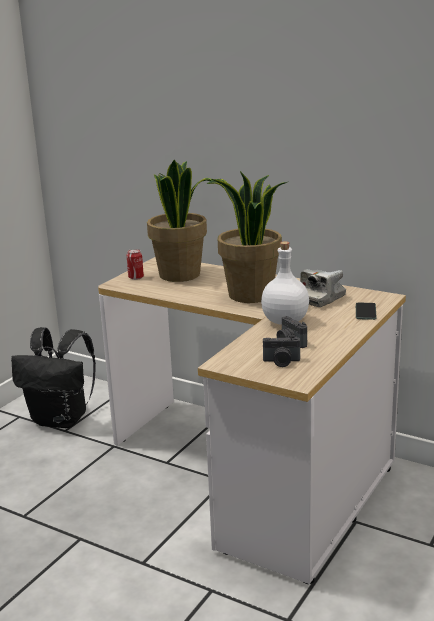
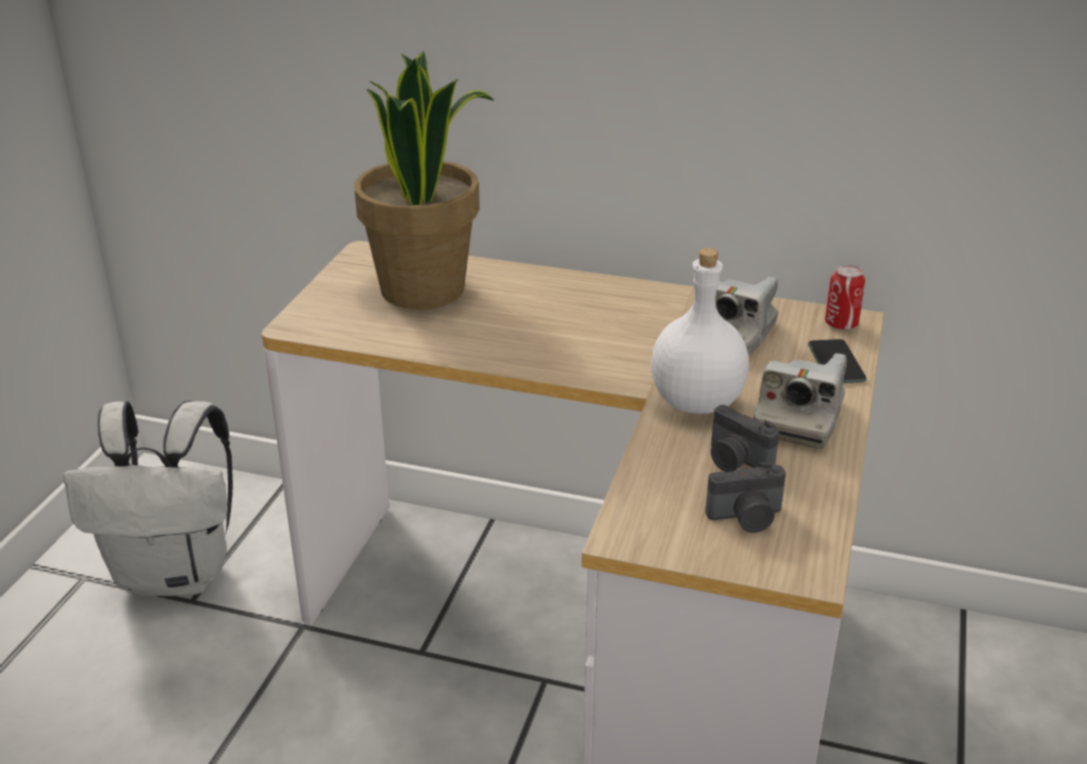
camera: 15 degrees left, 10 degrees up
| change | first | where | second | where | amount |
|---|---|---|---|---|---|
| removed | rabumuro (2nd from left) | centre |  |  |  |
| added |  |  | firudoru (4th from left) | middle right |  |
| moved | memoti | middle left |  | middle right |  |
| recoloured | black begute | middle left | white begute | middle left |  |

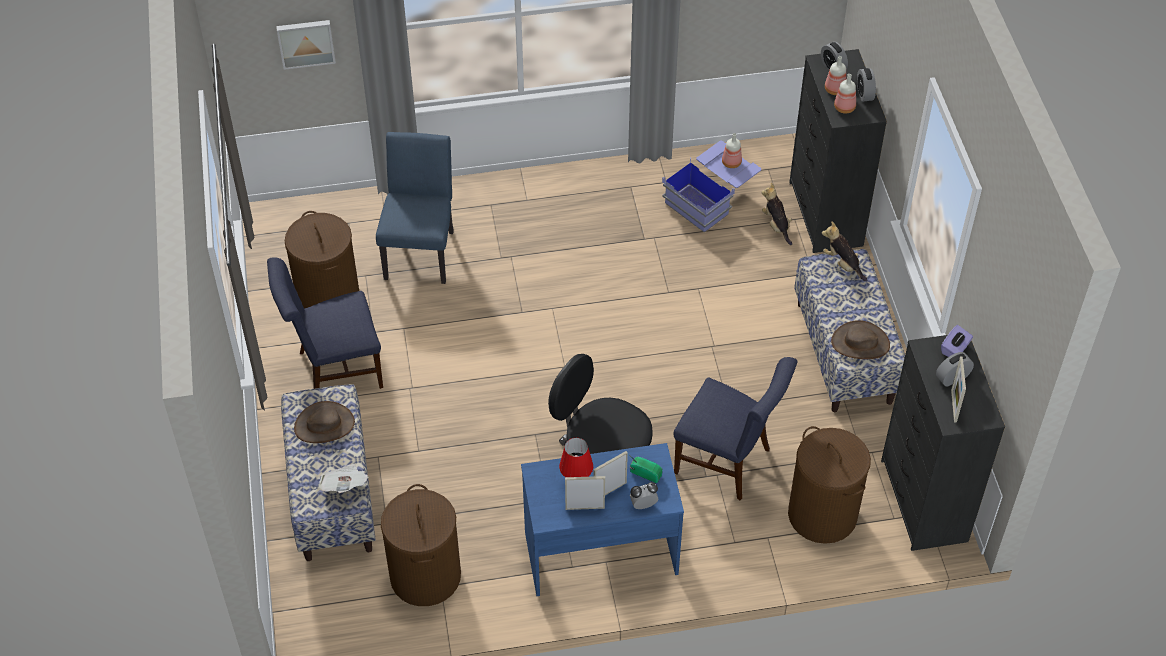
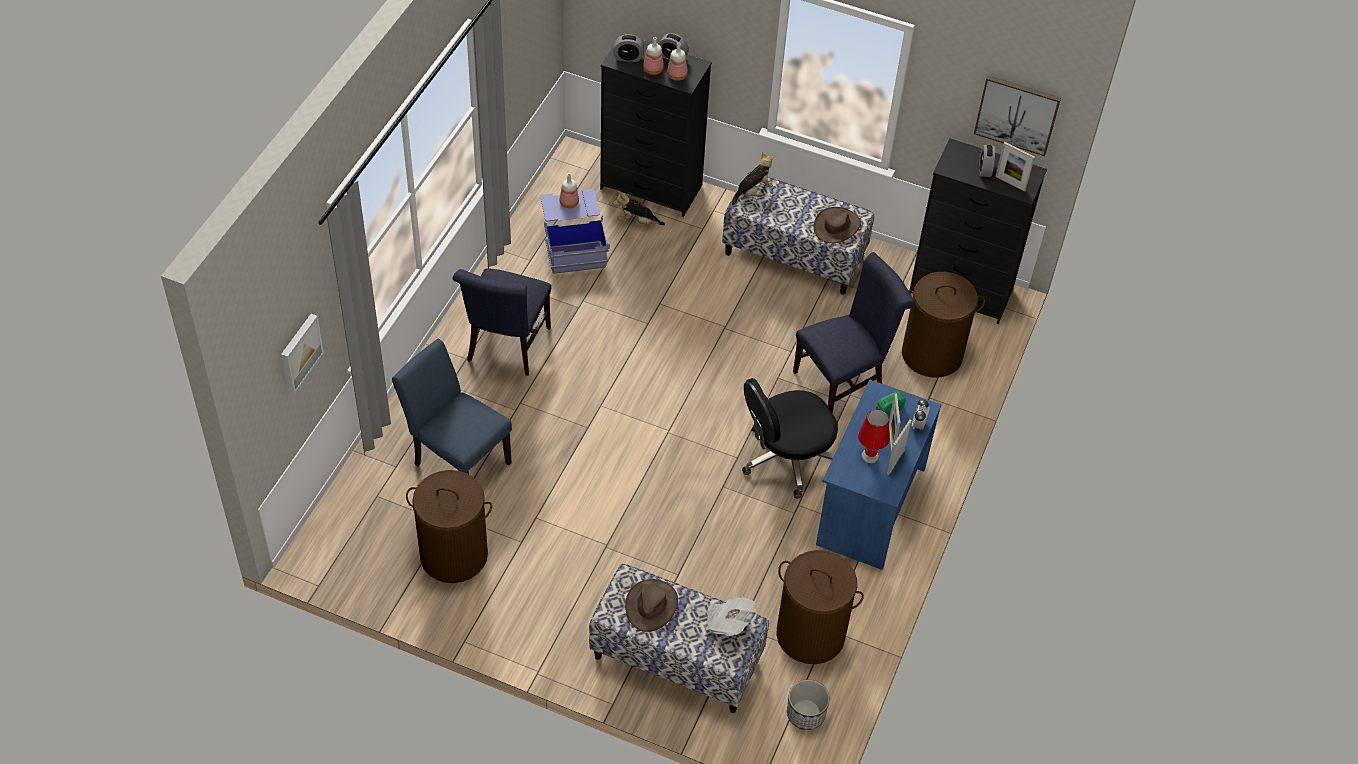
camera: 60 degrees left, 0 degrees up
| change | first | where | second | where | amount |
|---|---|---|---|---|---|
| removed | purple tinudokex | middle right |  |  |  |
| added |  |  | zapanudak | bottom centre |  |
| added |  |  | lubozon (2nd from left) | top right |  |
| moved | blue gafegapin (1st from left in the first image) | middle left | blue gafegapin (2nd from left) | centre |  |
| turned | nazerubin (2nd from left) | middle right |  | top centre | 150 degrees clockwise |

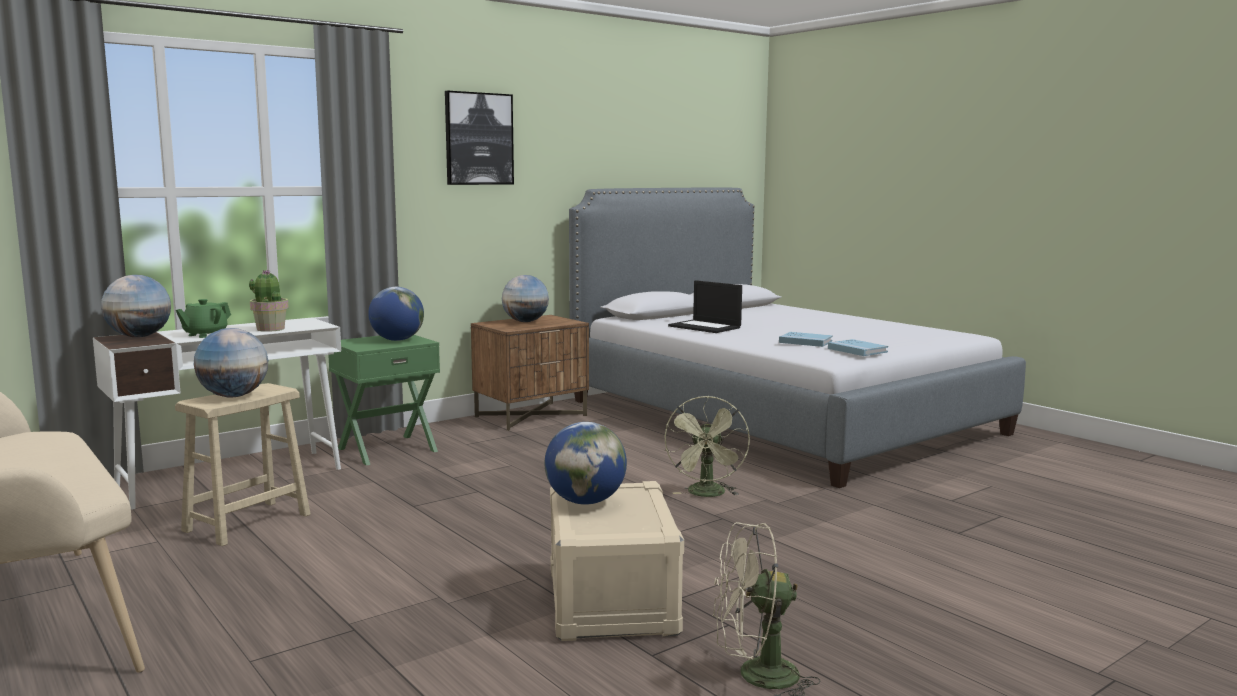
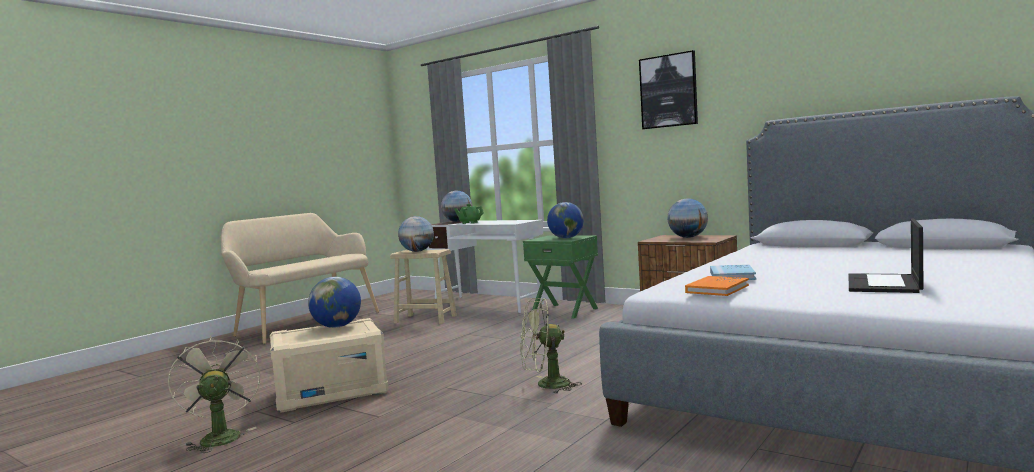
camera: 75 degrees right, 5 degrees down
| change | first | where | second | where | amount |
|---|---|---|---|---|---|
| removed | rabumuro | middle left |  |  |  |
| moved | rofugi | centre |  | middle right |  |
| recoloured | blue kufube (2nd from left) | middle right | orange kufube | middle right |  |

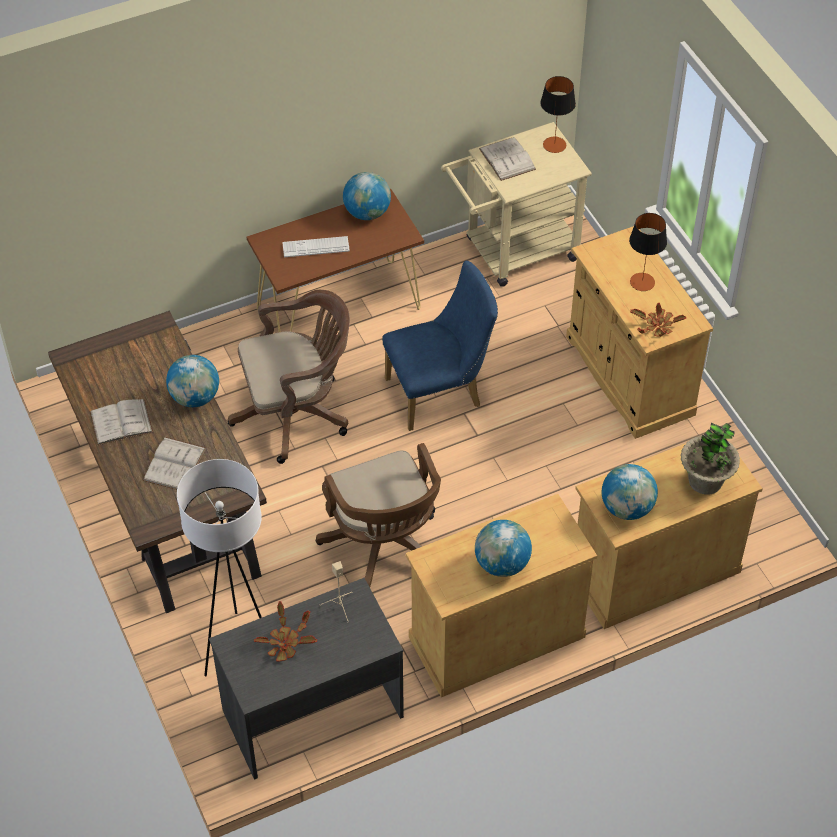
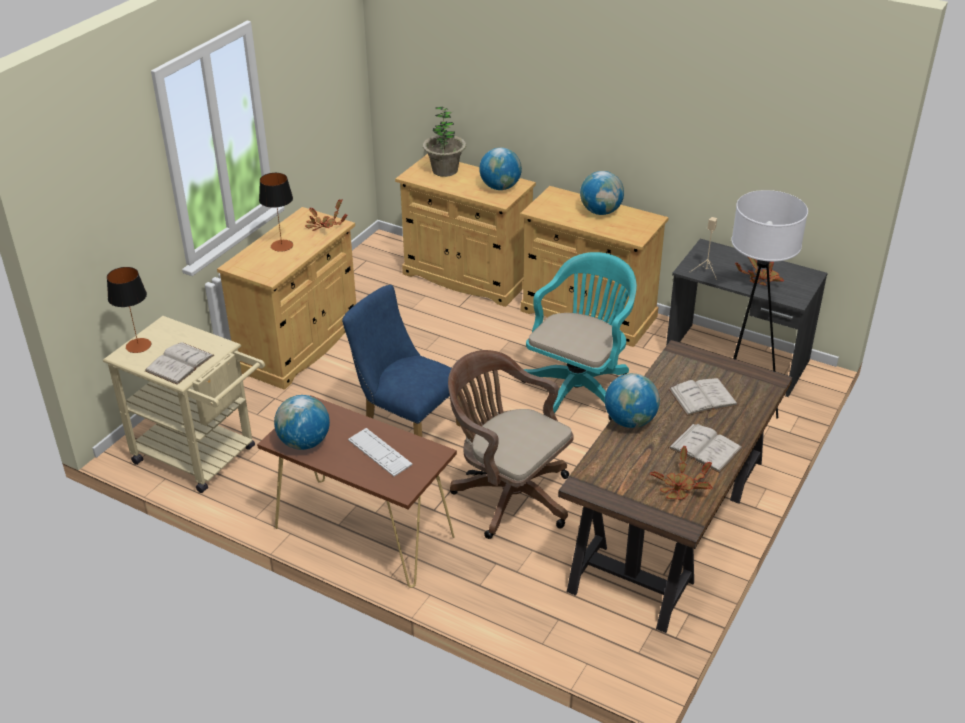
camera: 125 degrees left, 15 degrees down
| change | first | where | second | where | amount |
|---|---|---|---|---|---|
| added |  |  | rabumuro (3rd from left) | middle right |  |
| recoloured | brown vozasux (2nd from left) | centre | turquoise vozasux | centre |  |

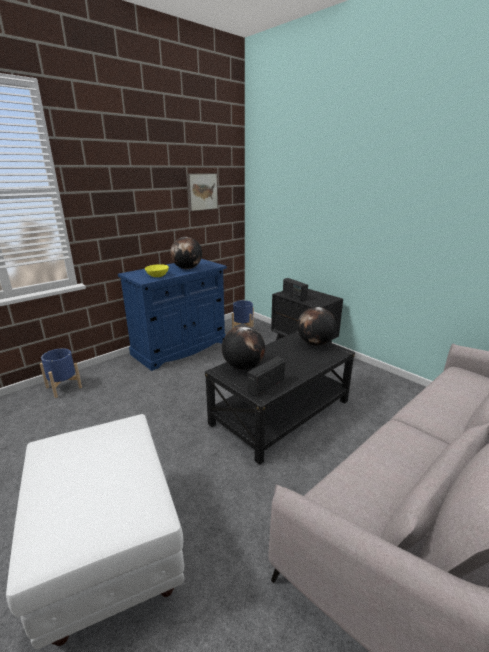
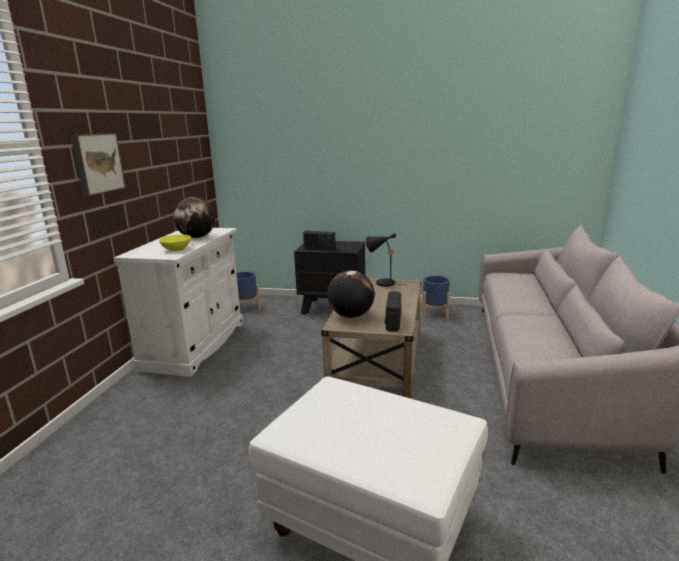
camera: 35 degrees left, 5 degrees down
| change | first | where | second | where | amount |
|---|---|---|---|---|---|
| moved | blue zapanudak (1st from left in the first image) | middle left | blue zapanudak (2nd from left) | centre |  |
| moved | lubozon | top centre |  | top left |  |
| replaced | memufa (3rd from left) | centre | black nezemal | centre |  |
| recoloured | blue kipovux | centre | white kipovux | middle left |  |
| recoloured | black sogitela | centre | beige sogitela | centre |  |

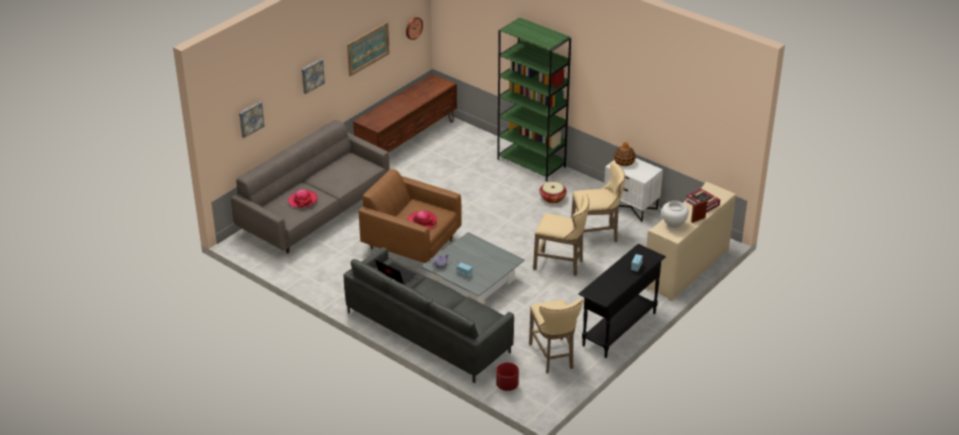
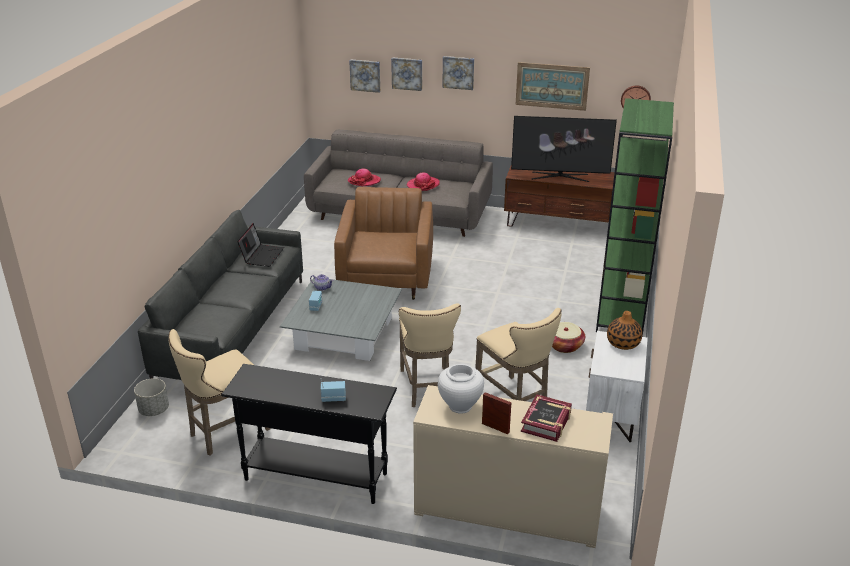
camera: 65 degrees right, 5 degrees down
| change | first | where | second | where | amount |
|---|---|---|---|---|---|
| added |  |  | lubozon (2nd from left) | top centre |  |
| added |  |  | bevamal | top centre |  |
| moved | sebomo (2nd from left) | centre |  | top centre |  |
| recoloured | red zapanudak | bottom centre | grey zapanudak | bottom left |  |

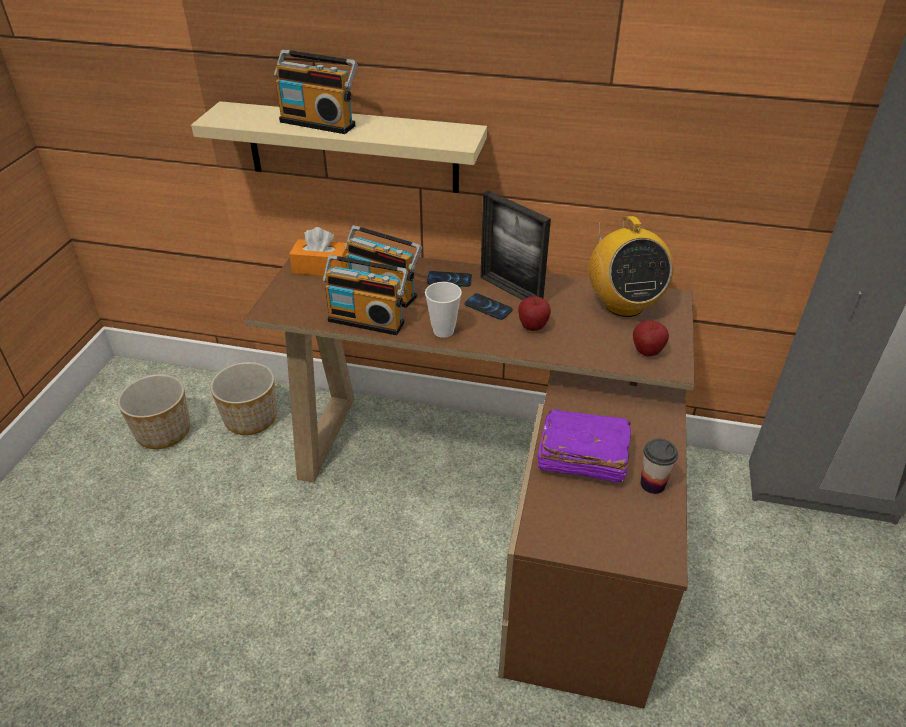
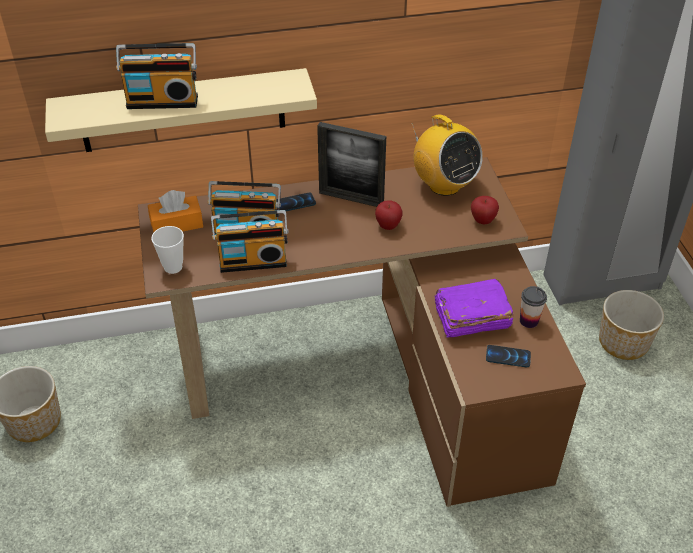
camera: 25 degrees left, 5 degrees up
| change | first | where | second | where | amount |
|---|---|---|---|---|---|
| moved | zapanudak (2nd from left) | middle left |  | middle right |  |
| moved | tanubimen (1st from left) | centre |  | middle left |  |
| moved | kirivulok (2nd from left) | centre |  | middle right |  |

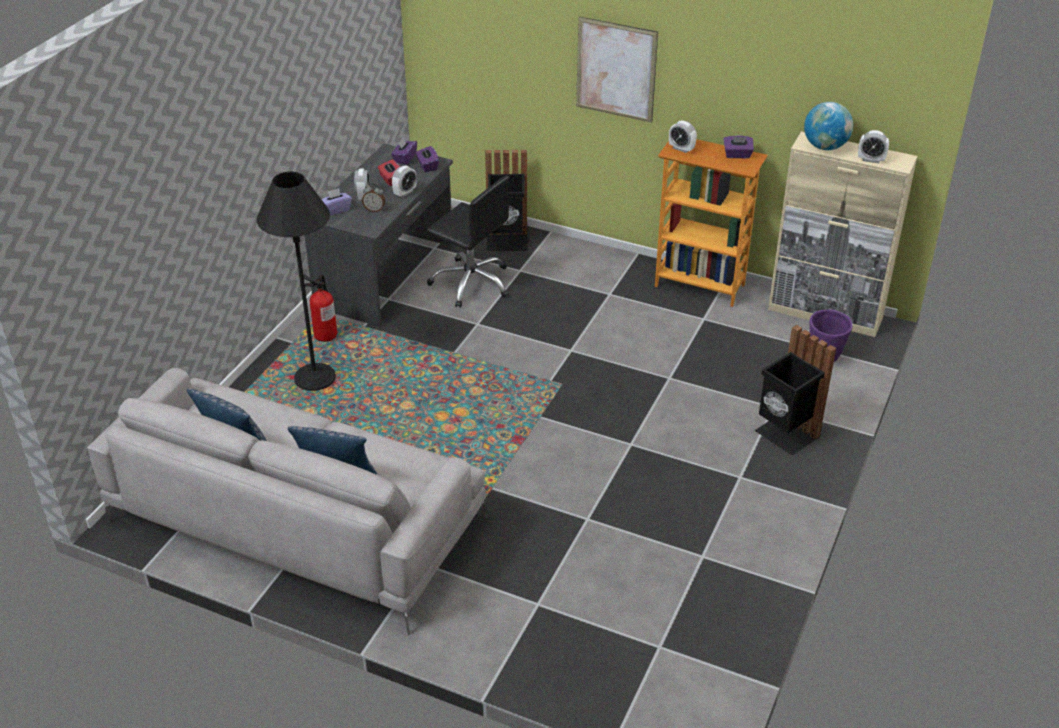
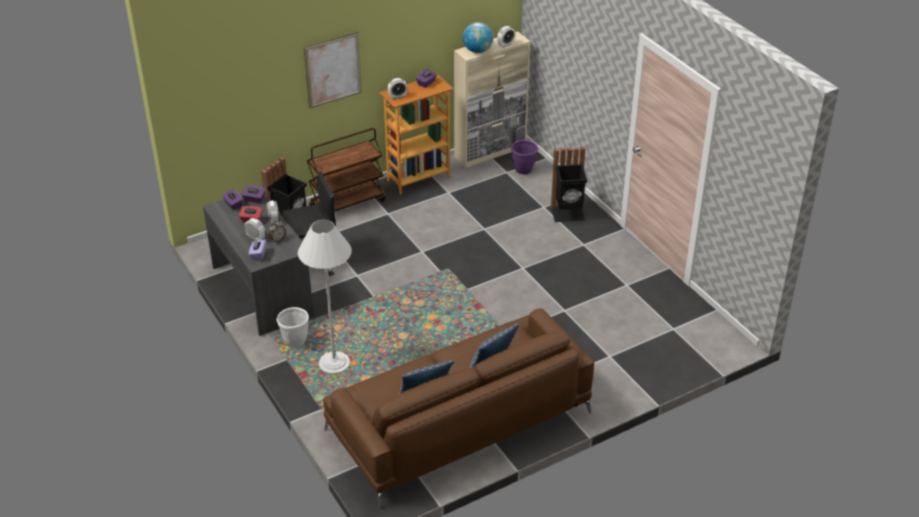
camera: 55 degrees left, 0 degrees up
| change | first | where | second | where | amount |
|---|---|---|---|---|---|
| added |  |  | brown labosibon | top centre |  |
| replaced | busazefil | middle left | white zapanudak | middle left |  |
| recoloured | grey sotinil | bottom left | brown sotinil | bottom centre |  |
| recoloured | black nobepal | middle left | white nobepal | centre |  |

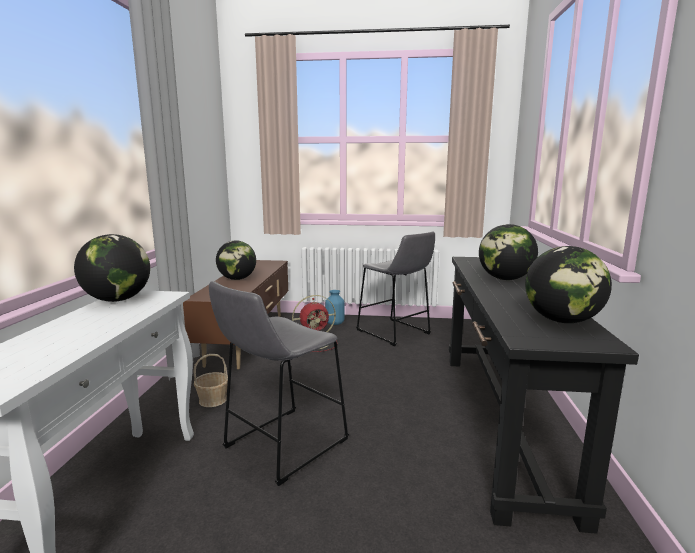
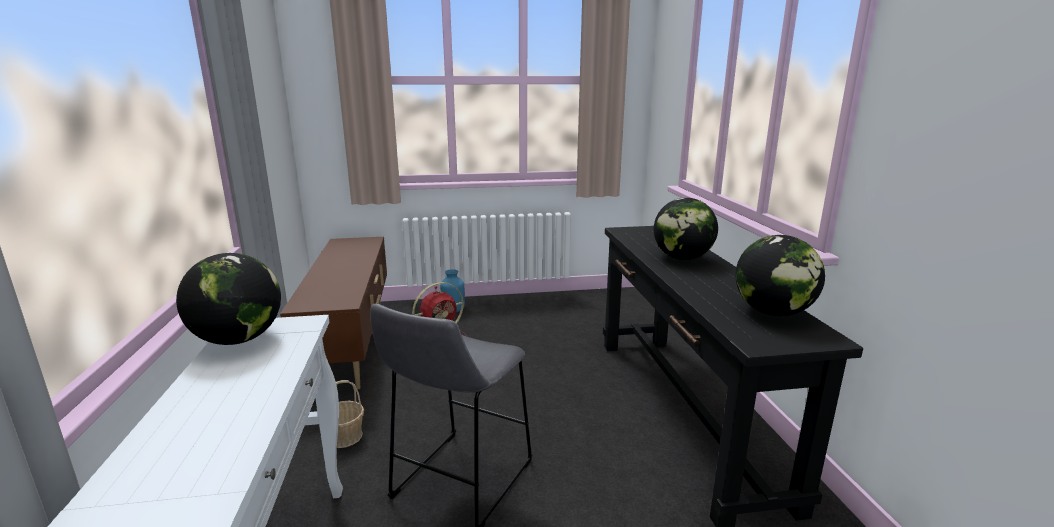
camera: 15 degrees left, 5 degrees up
| change | first | where | second | where | amount |
|---|---|---|---|---|---|
| removed | memufa (2nd from left) | centre |  |  |  |
| removed | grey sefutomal (2nd from left) | centre |  |  |  |

